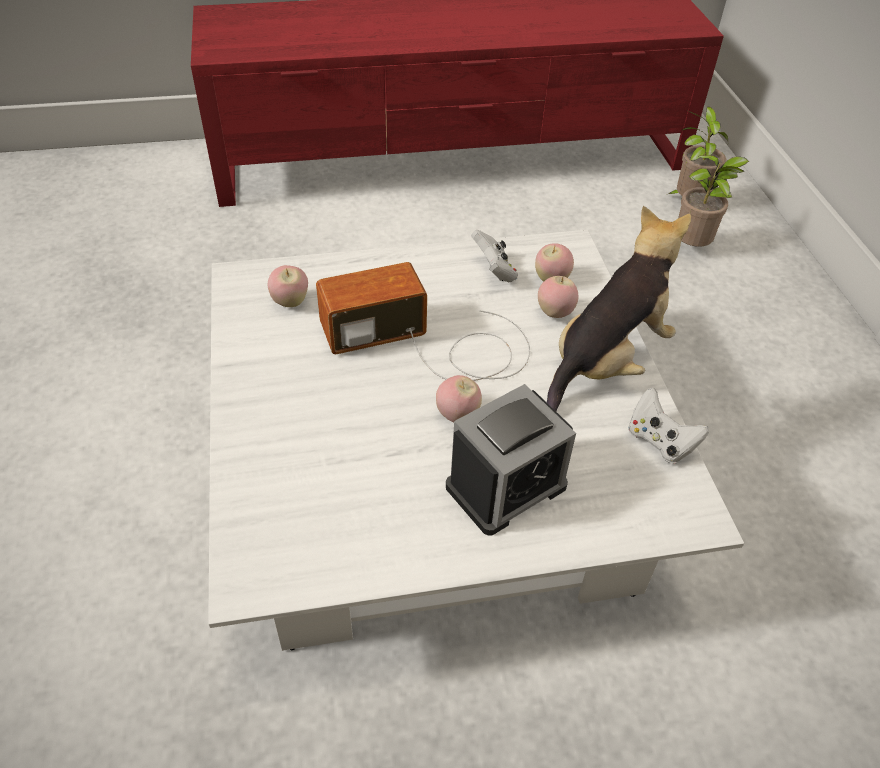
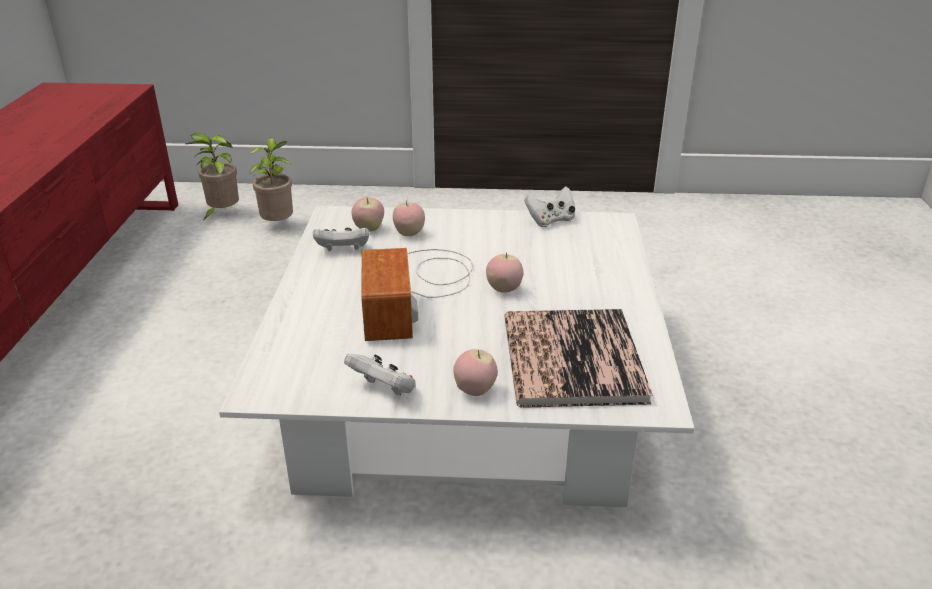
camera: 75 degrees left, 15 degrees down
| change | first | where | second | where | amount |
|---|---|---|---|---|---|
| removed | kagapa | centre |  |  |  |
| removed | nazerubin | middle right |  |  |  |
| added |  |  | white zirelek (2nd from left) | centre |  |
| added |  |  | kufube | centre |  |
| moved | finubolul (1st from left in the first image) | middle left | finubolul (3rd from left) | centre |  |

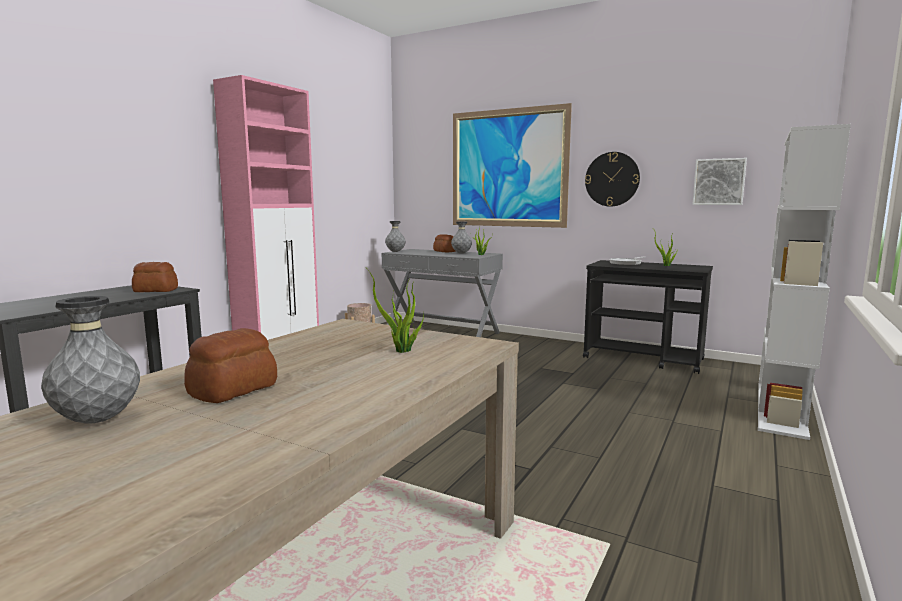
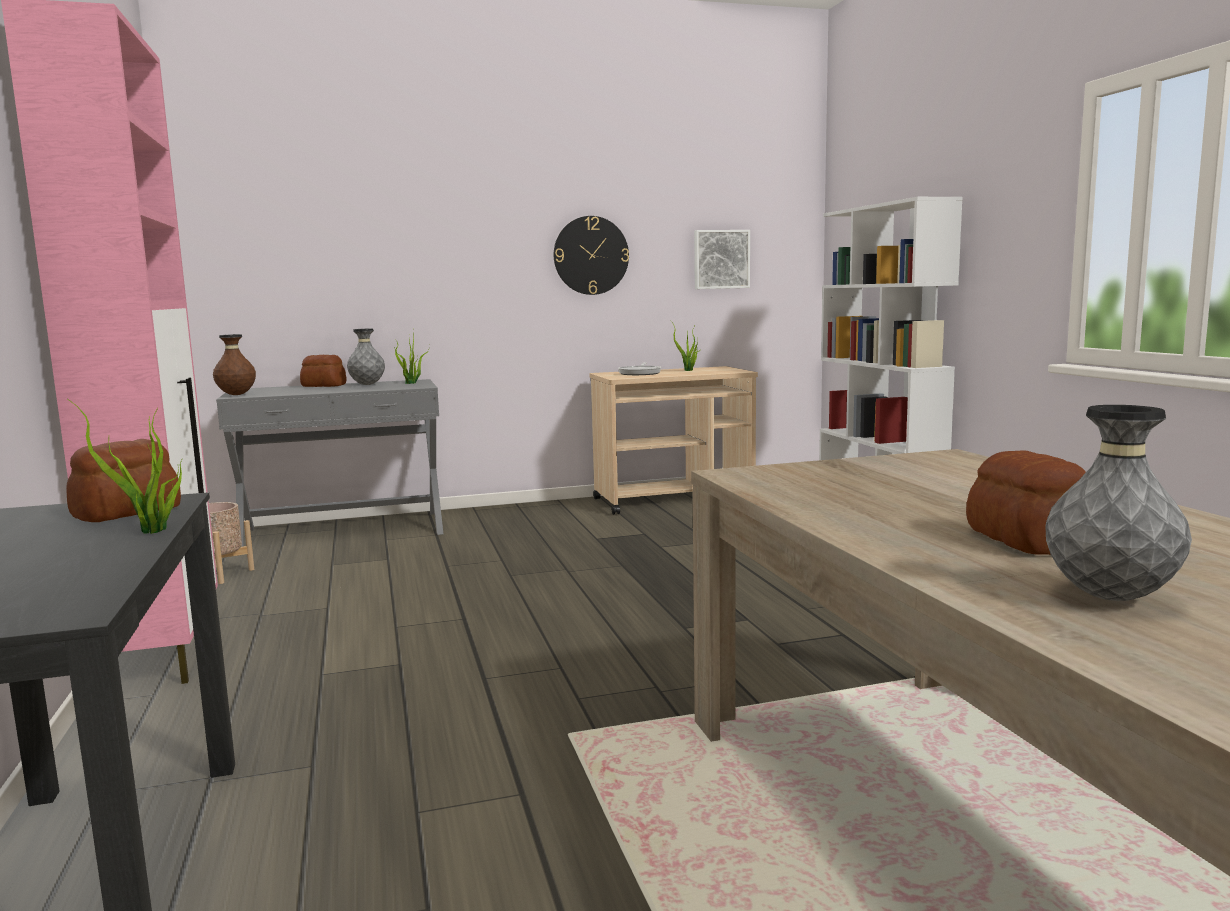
camera: 45 degrees left, 0 degrees up
| change | first | where | second | where | amount |
|---|---|---|---|---|---|
| removed | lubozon (1st from left) | top centre |  |  |  |
| moved | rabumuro (1st from left) | centre |  | middle left |  |
| recoloured | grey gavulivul (2nd from left) | centre | brown gavulivul | middle left |  |
| recoloured | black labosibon | middle right | beige labosibon | centre |  |

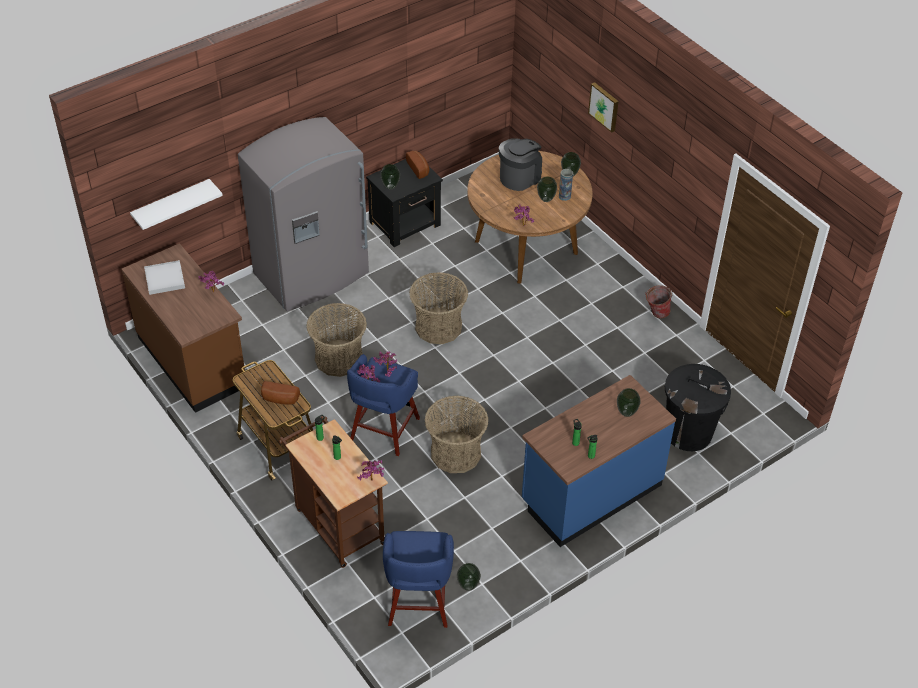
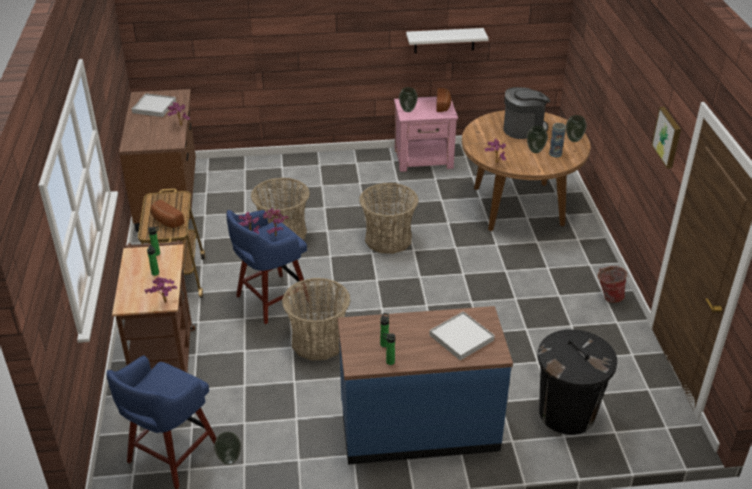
camera: 30 degrees right, 10 degrees down
| change | first | where | second | where | amount |
|---|---|---|---|---|---|
| removed | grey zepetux | top left |  |  |  |
| moved | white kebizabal | top left |  | top centre |  |
| moved | lubozon | top centre |  | top right |  |
| replaced | gavulivul (6th from left) | middle right | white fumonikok (2nd from left) | bottom centre |  |
| recoloured | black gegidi | top centre | pink gegidi | top centre |  |

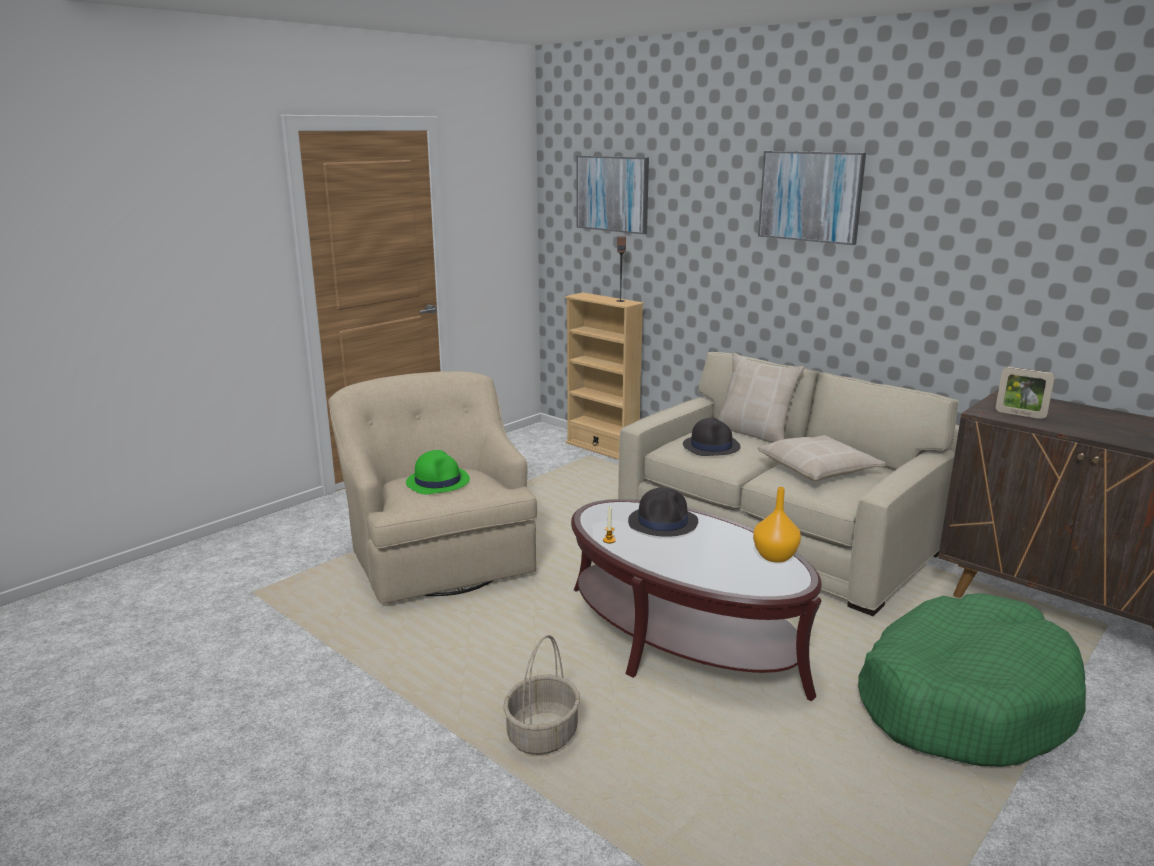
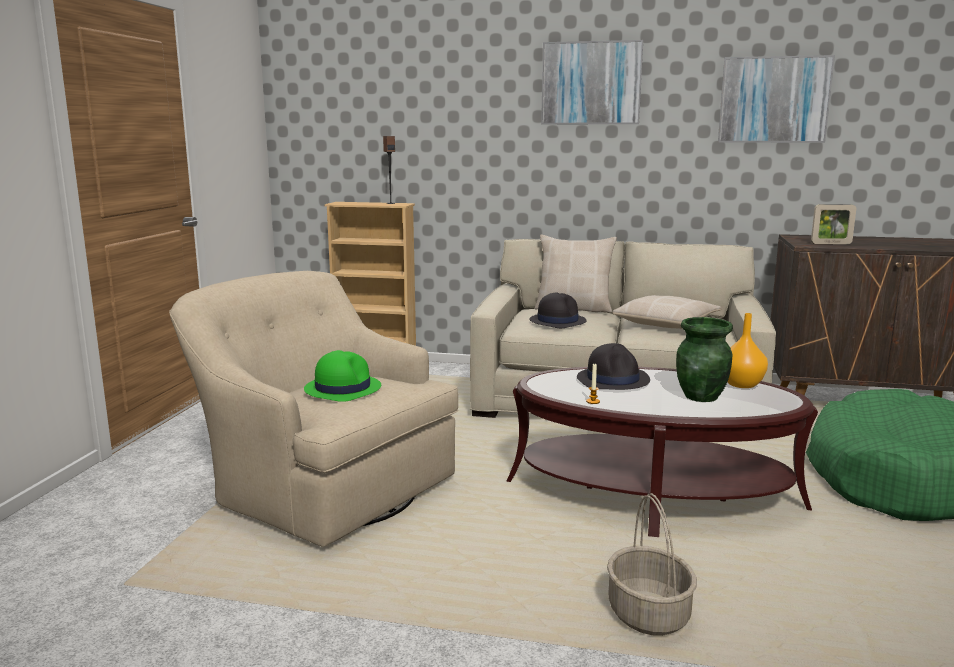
camera: 30 degrees left, 5 degrees down
| change | first | where | second | where | amount |
|---|---|---|---|---|---|
| added |  |  | green gavulivul | middle right |  |
| moved | lubozon (1st from left in the first image) | top centre | lubozon (2nd from left) | top right |  |

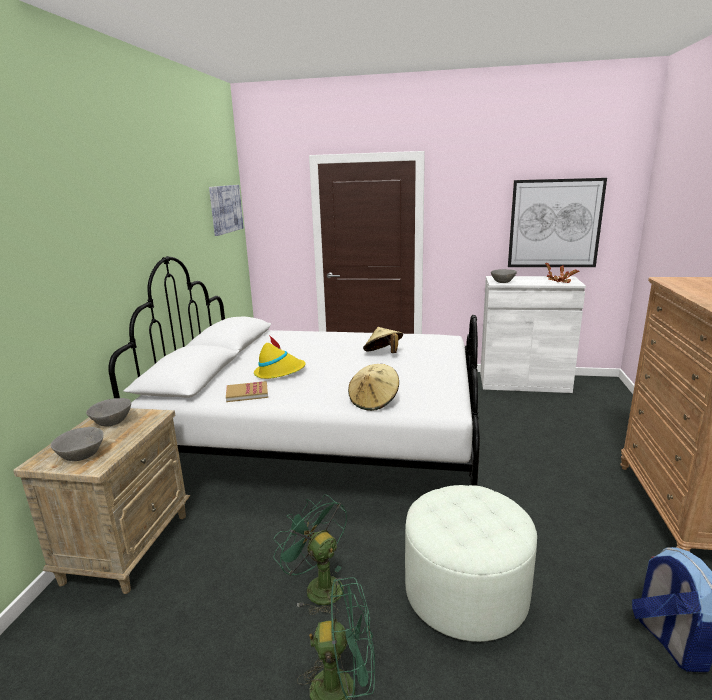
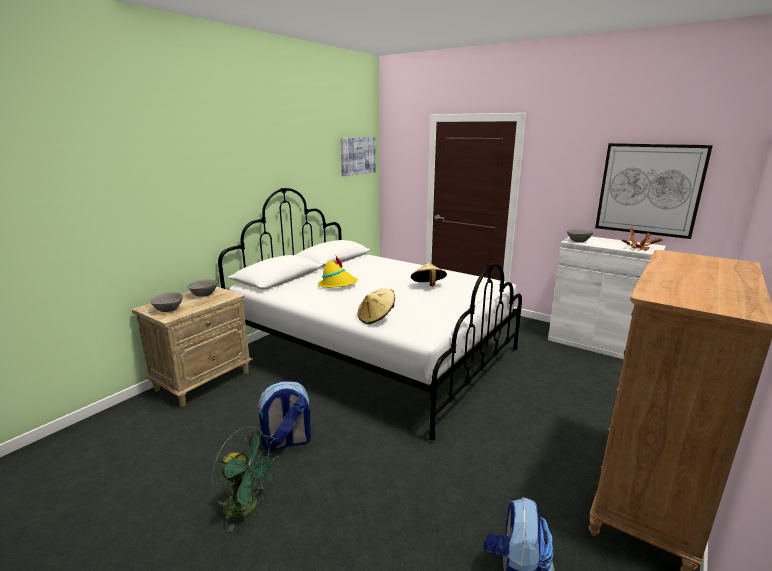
camera: 25 degrees right, 0 degrees up
| change | first | where | second | where | amount |
|---|---|---|---|---|---|
| removed | kufube | centre |  |  |  |
| removed | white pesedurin | bottom centre |  |  |  |
| replaced | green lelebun (1st from left) | bottom centre | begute (1st from left) | bottom centre |  |

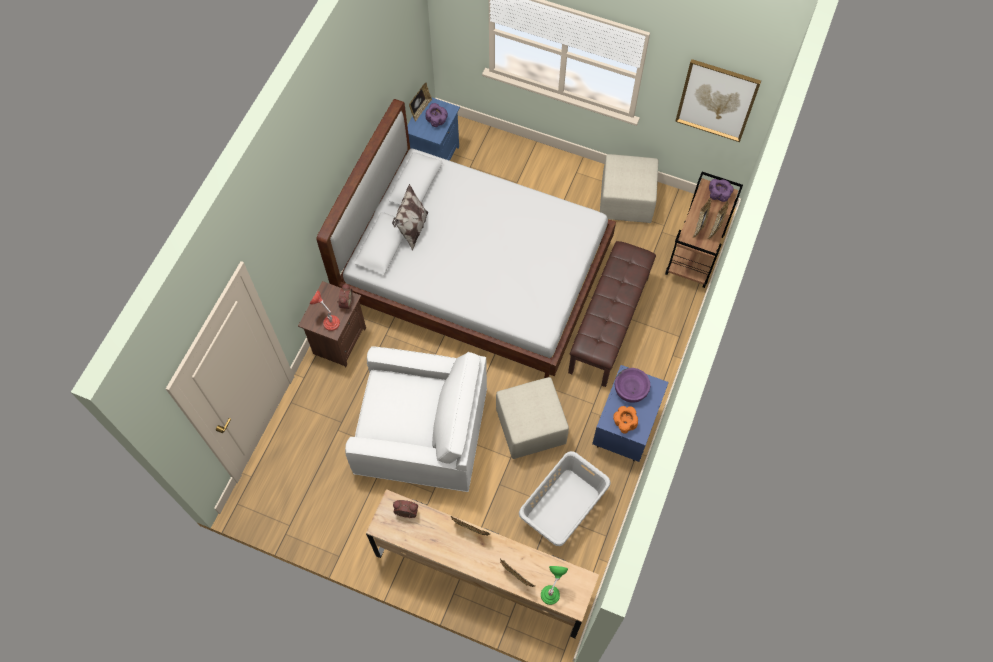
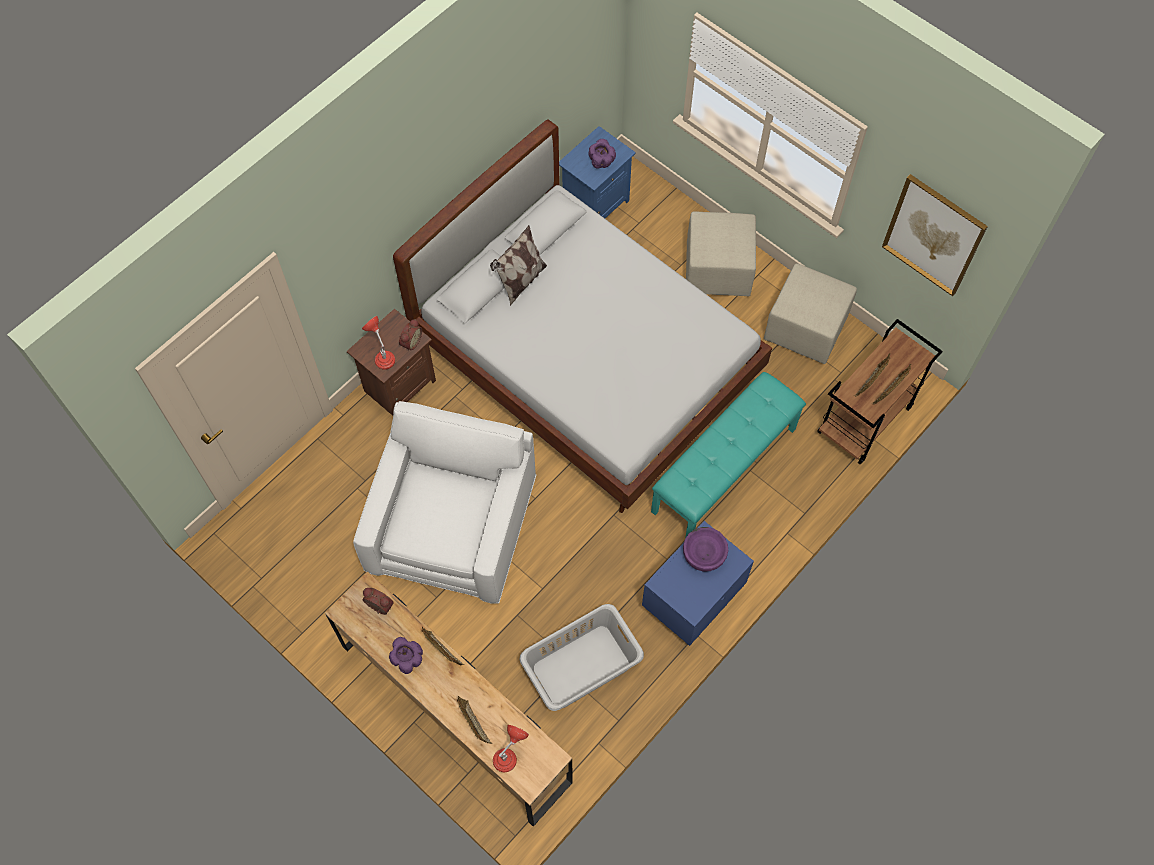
camera: 20 degrees right, 0 degrees up
| change | first | where | second | where | amount |
|---|---|---|---|---|---|
| removed | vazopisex (1st from left) | top centre |  |  |  |
| removed | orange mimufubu | centre |  |  |  |
| moved | beige pesedurin (1st from left) | centre |  | top centre |  |
| moved | purple mimufubu (3rd from left in the first image) | top right | purple mimufubu (1st from left) | bottom centre |  |
| recoloured | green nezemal | bottom centre | red nezemal (2nd from left) | bottom centre |  |
| recoloured | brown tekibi | centre | turquoise tekibi | centre |  |
| turned | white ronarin | centre |  | centre | 105 degrees counterclockwise |

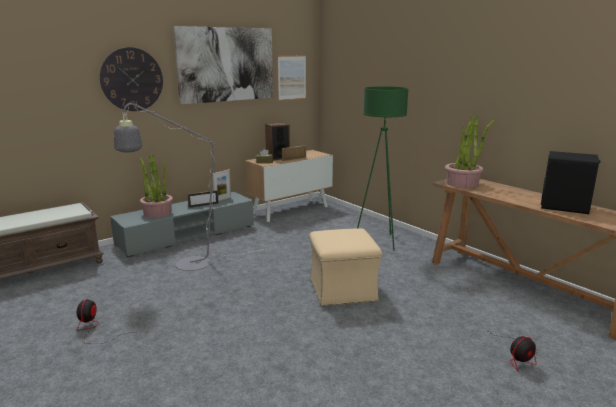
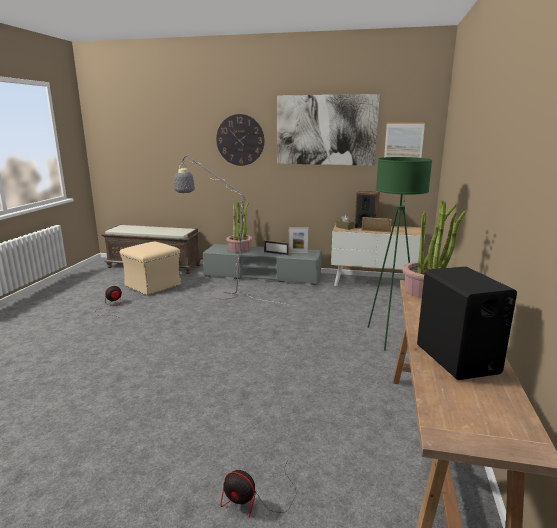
camera: 50 degrees right, 0 degrees up
| change | first | where | second | where | amount |
|---|---|---|---|---|---|
| moved | beige pesedurin | centre |  | middle left |  |

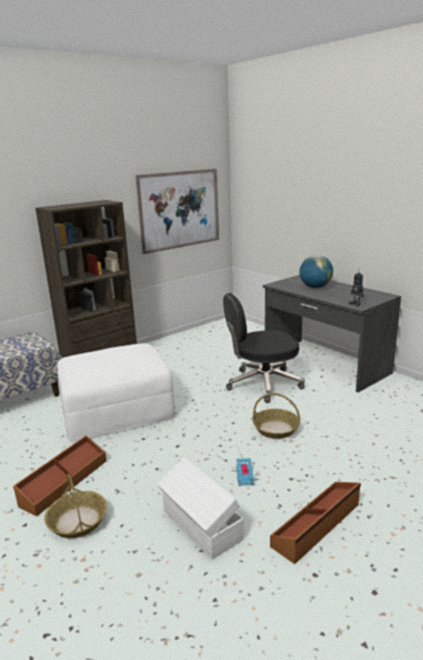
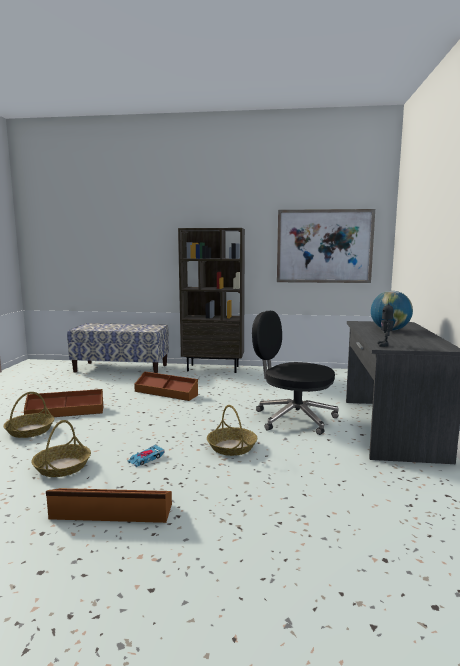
camera: 45 degrees right, 10 degrees down
| change | first | where | second | where | amount |
|---|---|---|---|---|---|
| replaced | white pesedurin | middle left | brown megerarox (3rd from left) | centre |  |
| replaced | white megerarox | bottom centre | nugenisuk (2nd from left) | bottom left |  |

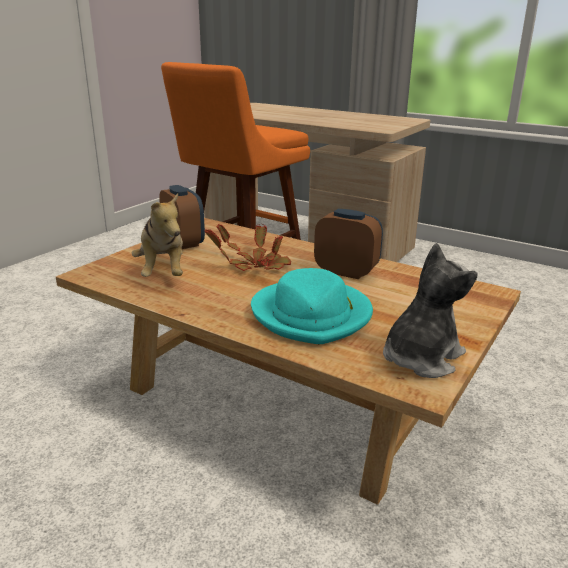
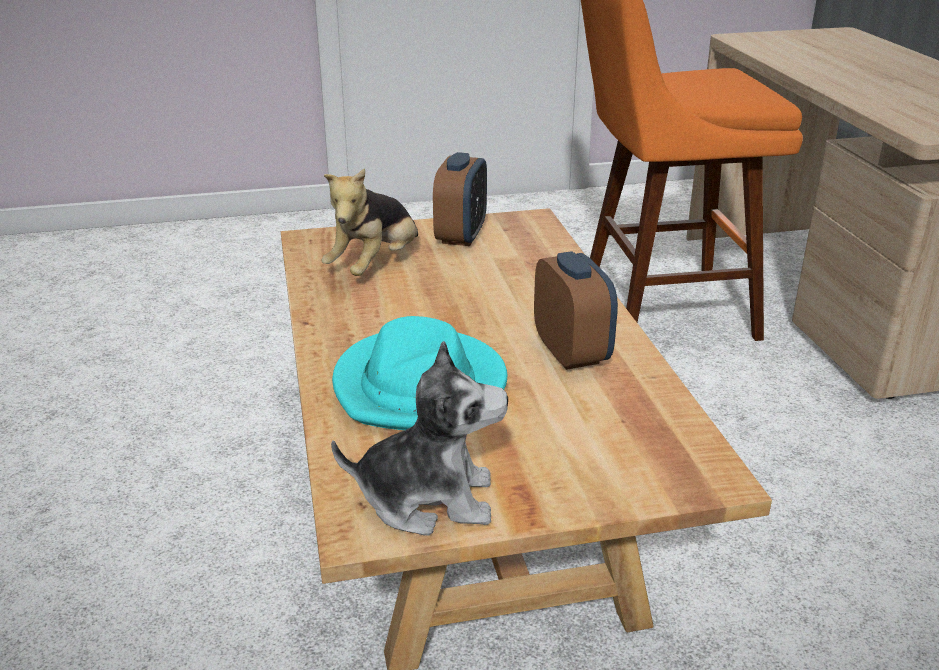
camera: 45 degrees right, 5 degrees up
| change | first | where | second | where | amount |
|---|---|---|---|---|---|
| removed | rabumuro | centre |  |  |  |

